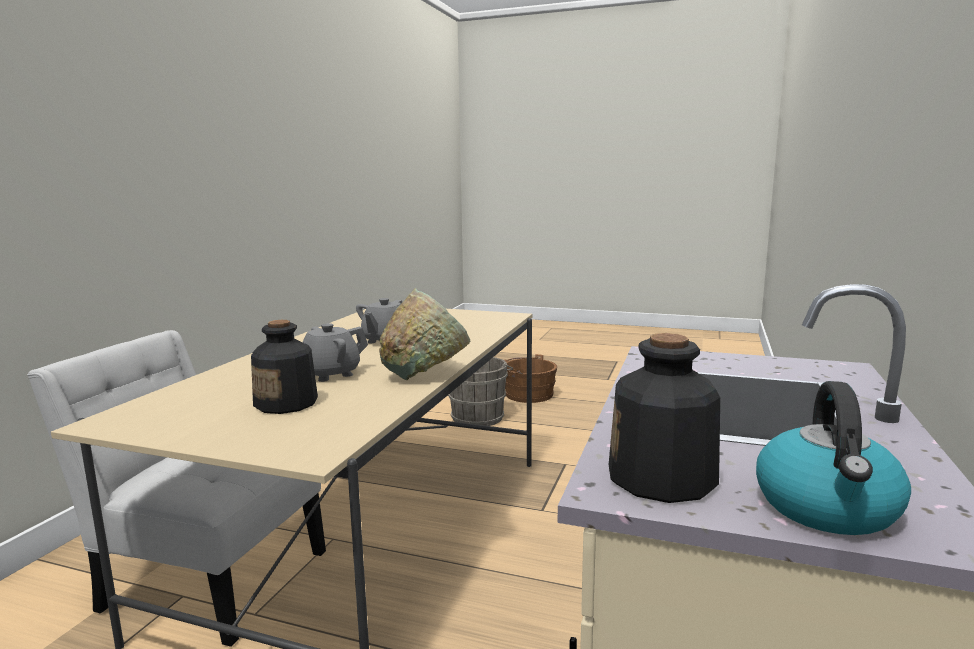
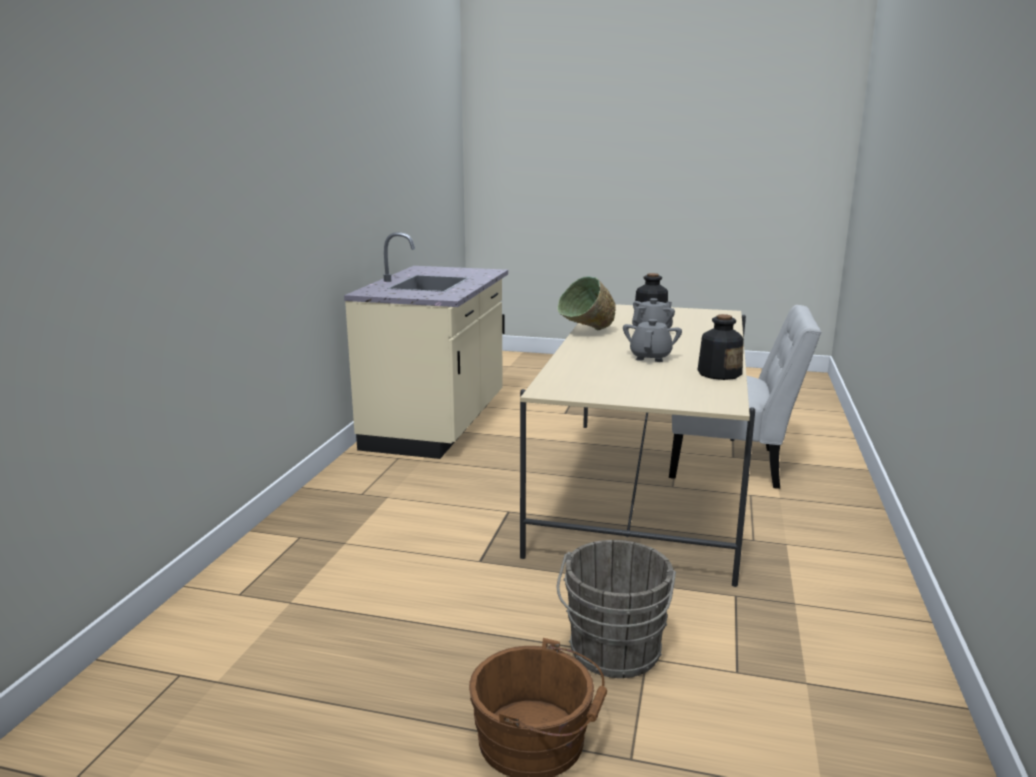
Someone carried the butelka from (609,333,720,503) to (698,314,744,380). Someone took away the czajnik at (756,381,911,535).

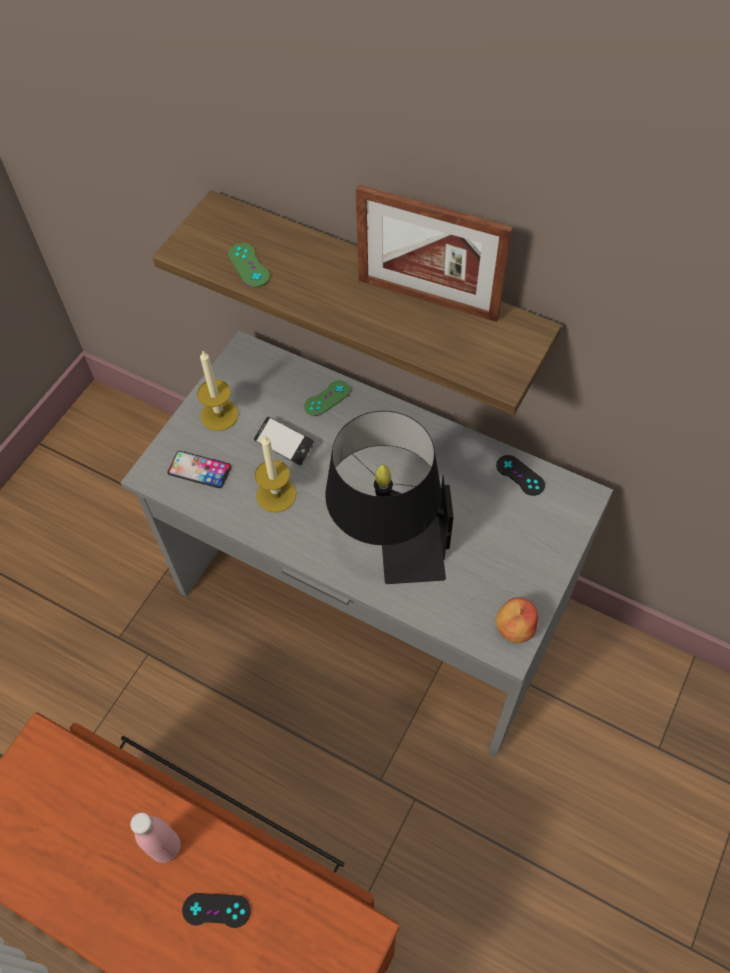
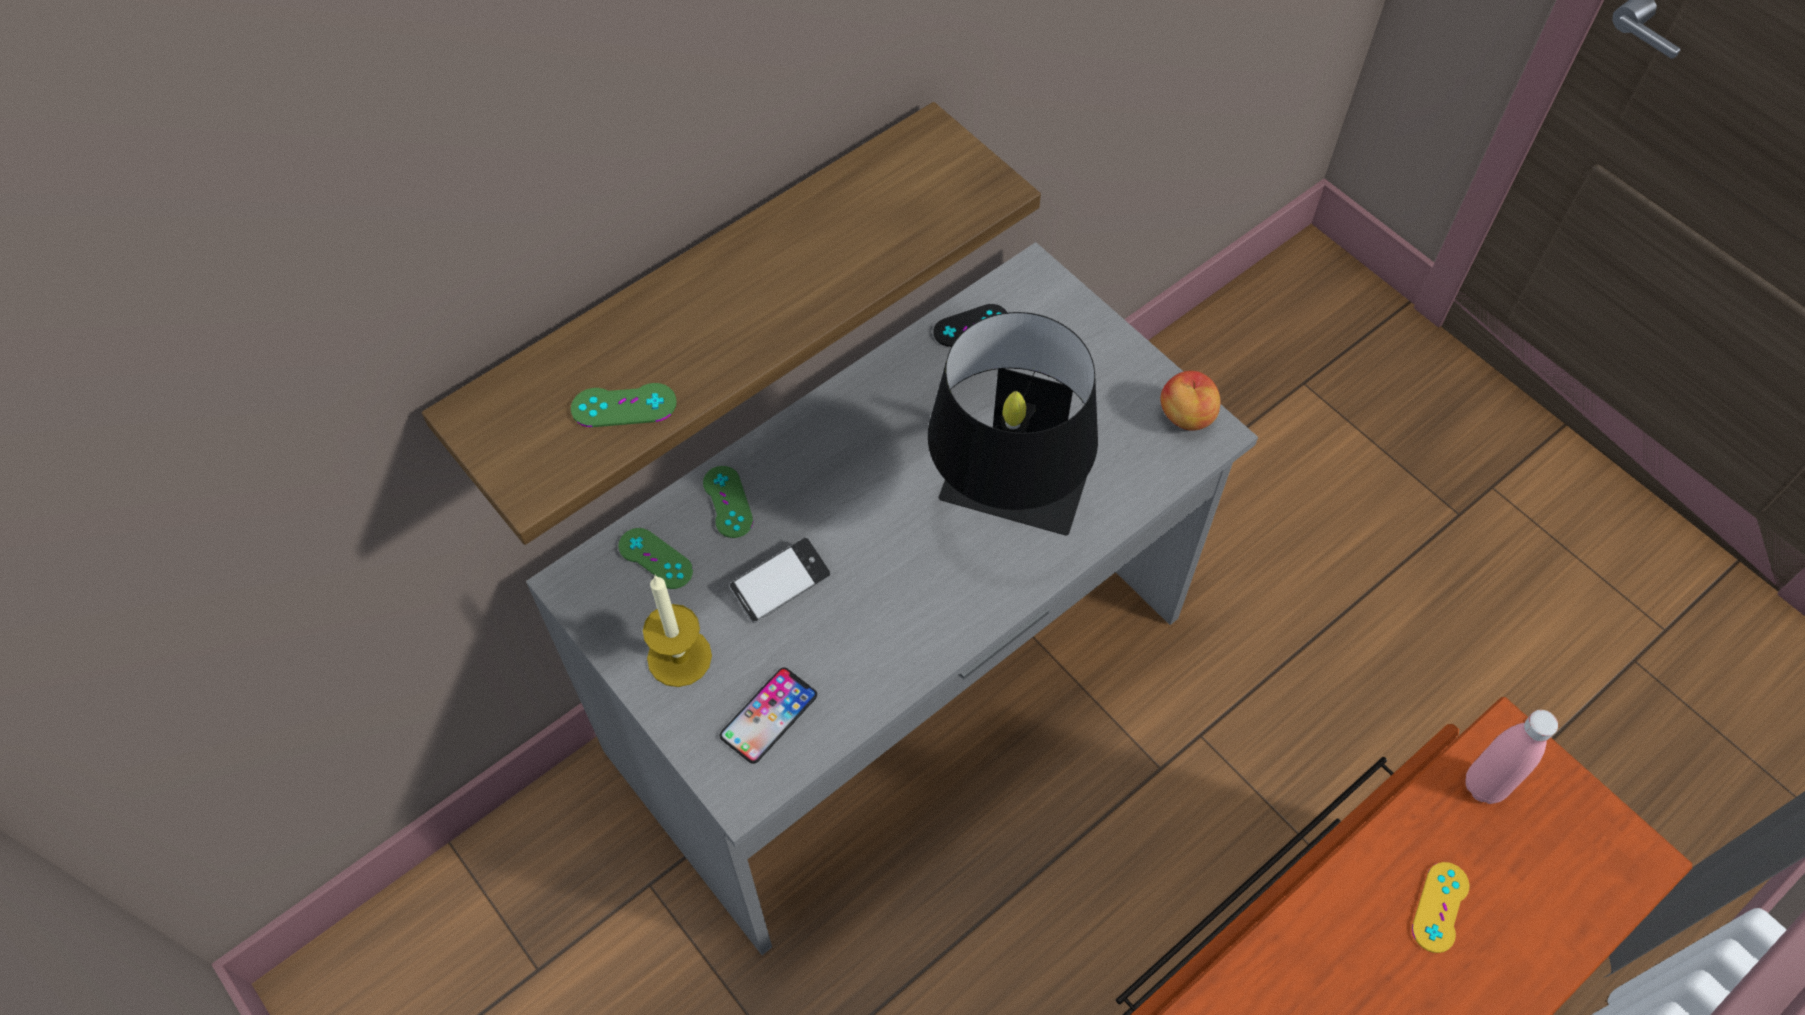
Someone put down the pad do gier [zielony] at (618,528,693,589). Someone repainted the pad do gier [czarny] at (182,893,251,928), which became the pad do gier [żółty] at (1412,862,1470,953). Someone carried the butelka [różowy] from (130,812,181,863) to (1465,710,1558,804). Someone took away the świeca at (255,435,296,513). Someone took away the ramka na zdjęcie at (356,184,513,322).

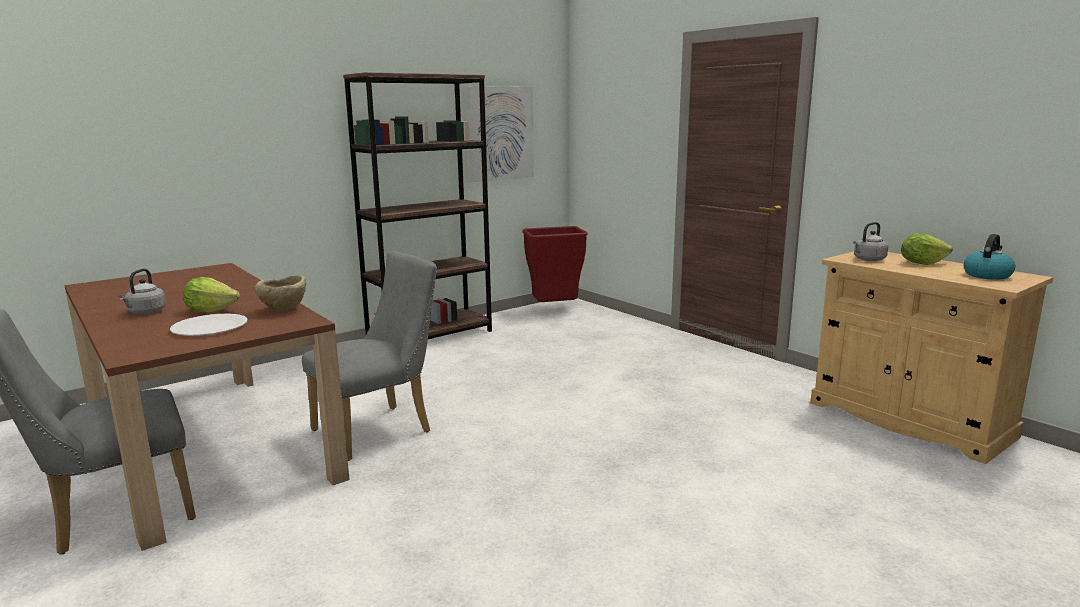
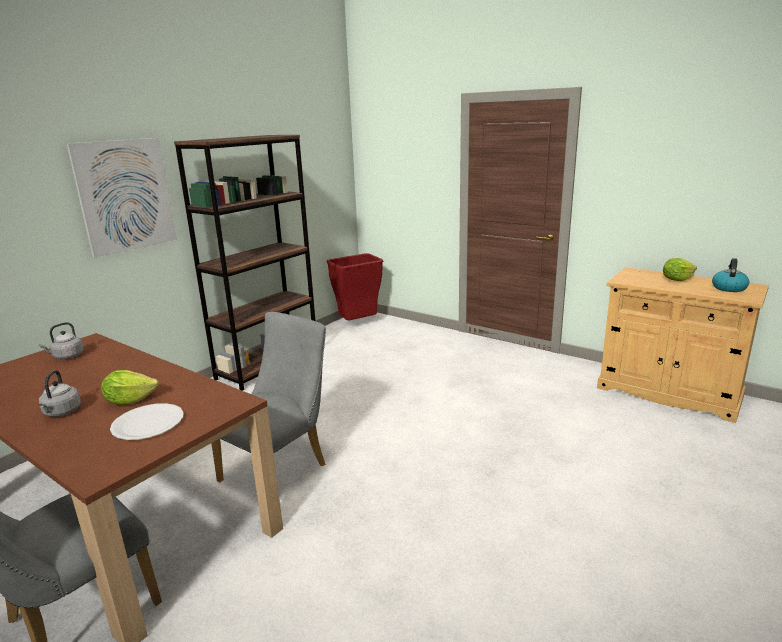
Someone carried the czajnik [szary] from (853,222,888,261) to (39,322,84,359). Someone carried the obraz from (466,86,534,182) to (66,138,177,258). Someone took away the miska [beżowy] at (255,275,306,311).

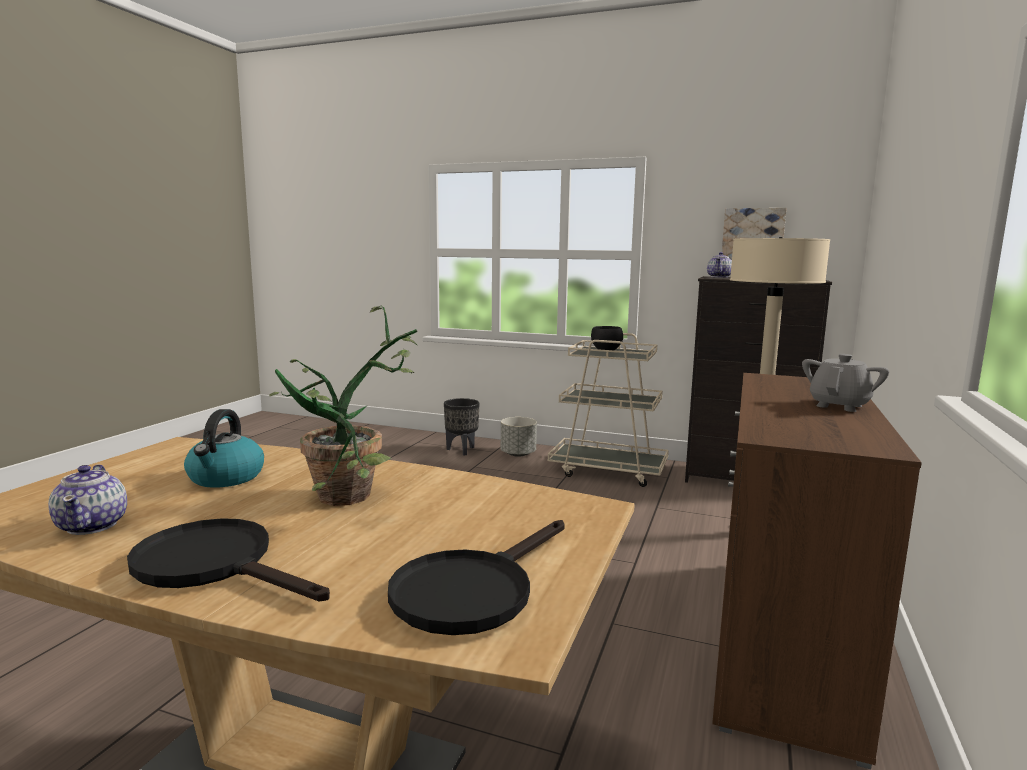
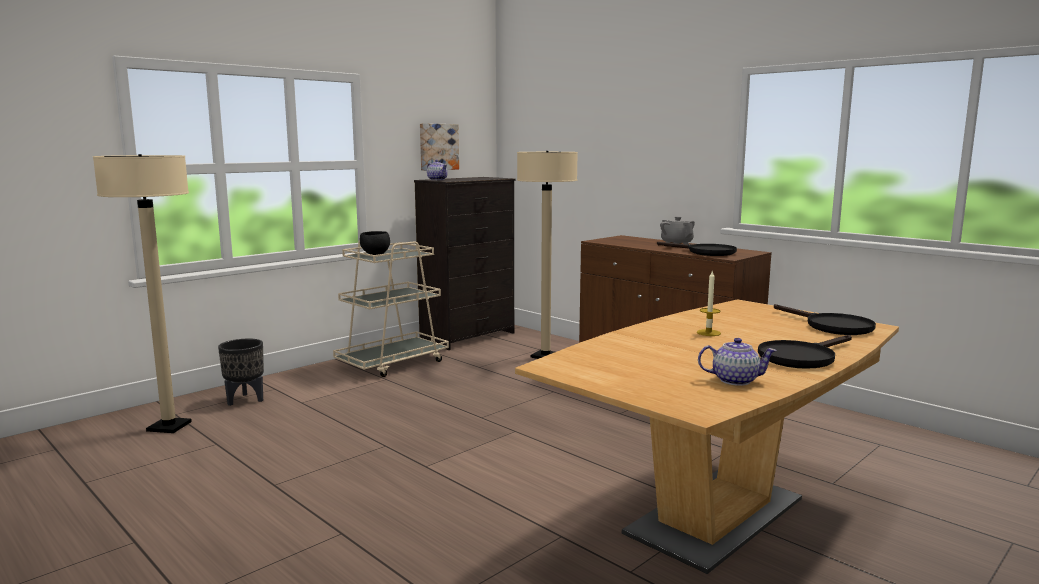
Someone put down the lampa stojąca [beżowy] at (93,154,192,433). Someone put down the patelnia [czarny] at (657,242,737,256). Someone swapped the roślina doniczkowa at (269,306,418,506) for the świeca at (697,271,721,336). Someone took away the czajnik at (184,409,264,488). Someone took away the donica [szary] at (501,417,537,457).

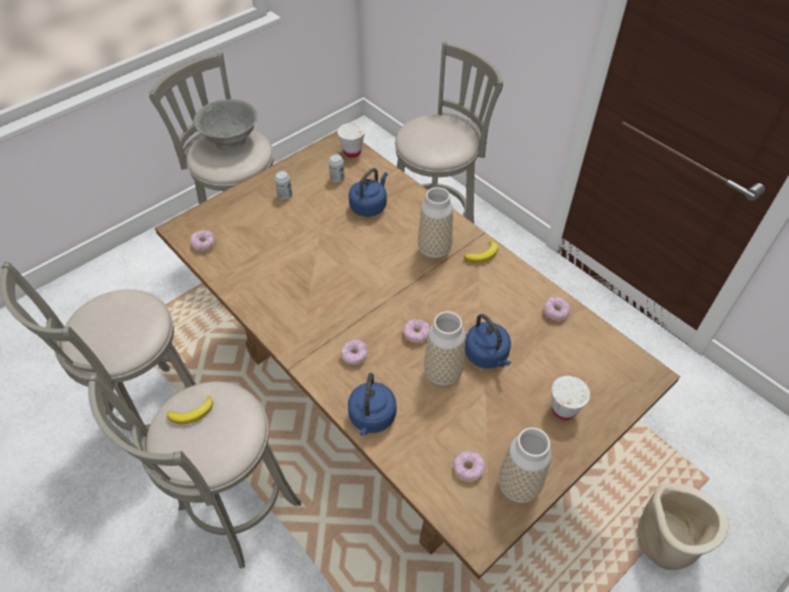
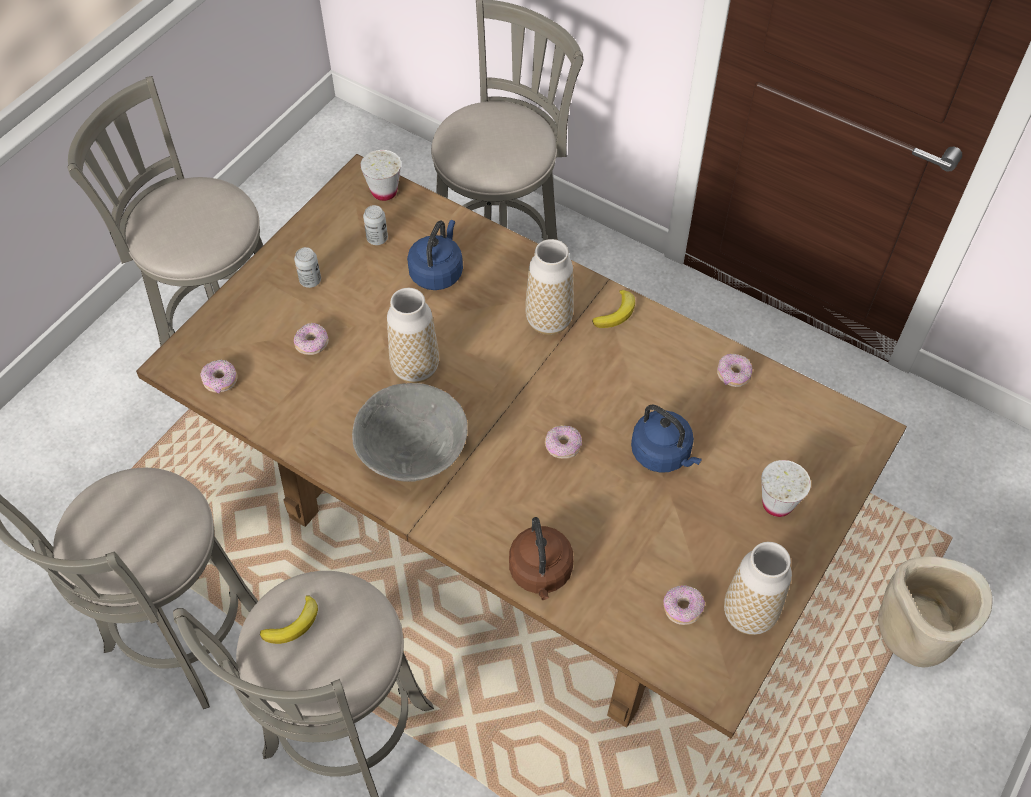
Someone carried the donut from (341,339,368,365) to (294,323,329,355). Someone carried the miska [szary] from (193,99,258,150) to (352,383,468,482). Someone carried the wazon from (424,311,465,386) to (387,288,439,383). Someone repainted the czajnik [niebieski] at (348,373,396,436), which became the czajnik [brązowy] at (509,517,573,600).

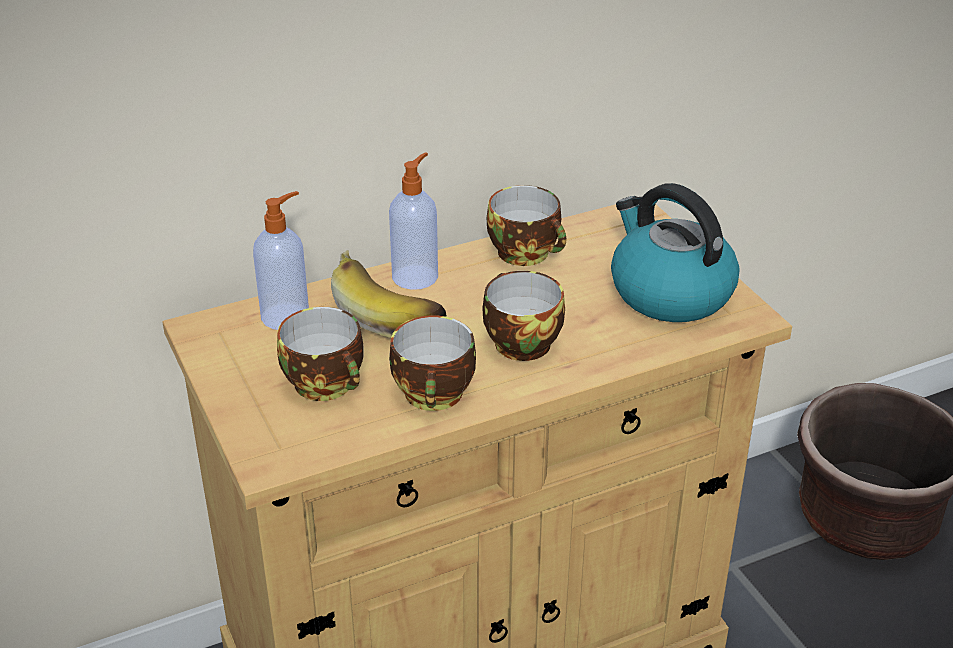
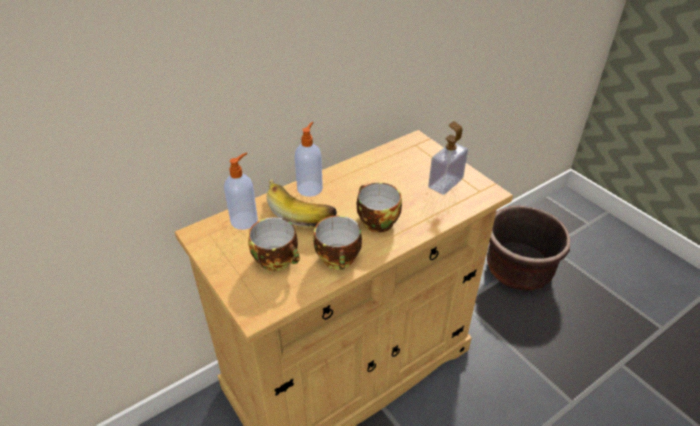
Someone swapped the czajnik at (611,183,739,322) for the dozownik mydła at (428,121,468,195). Someone took away the filiżanka at (487,185,566,266).

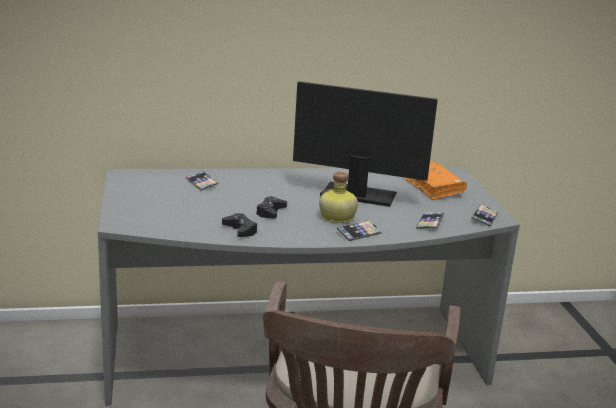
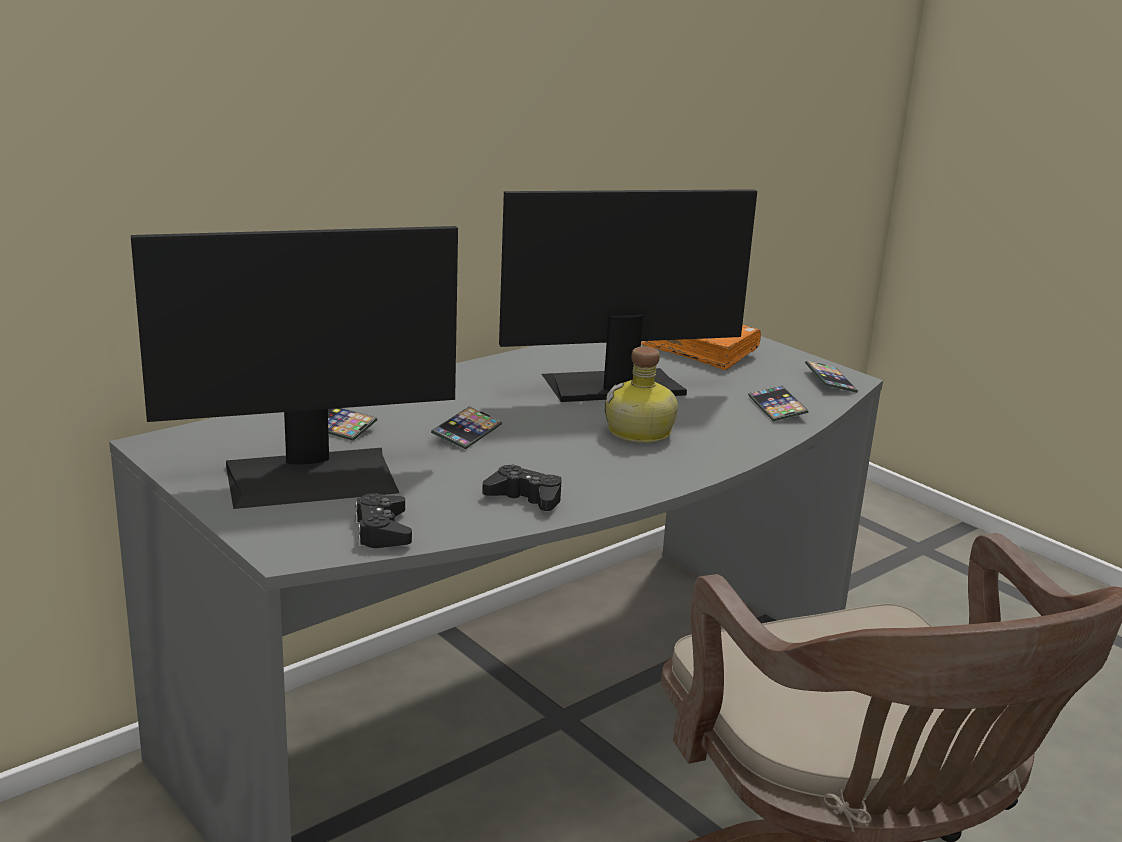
Someone put down the monitor at (131,226,458,509). Someone carried the pad do gier [czarny] from (256,196,287,219) to (354,493,412,548). Someone carried the telefon from (337,220,382,241) to (431,406,502,449).

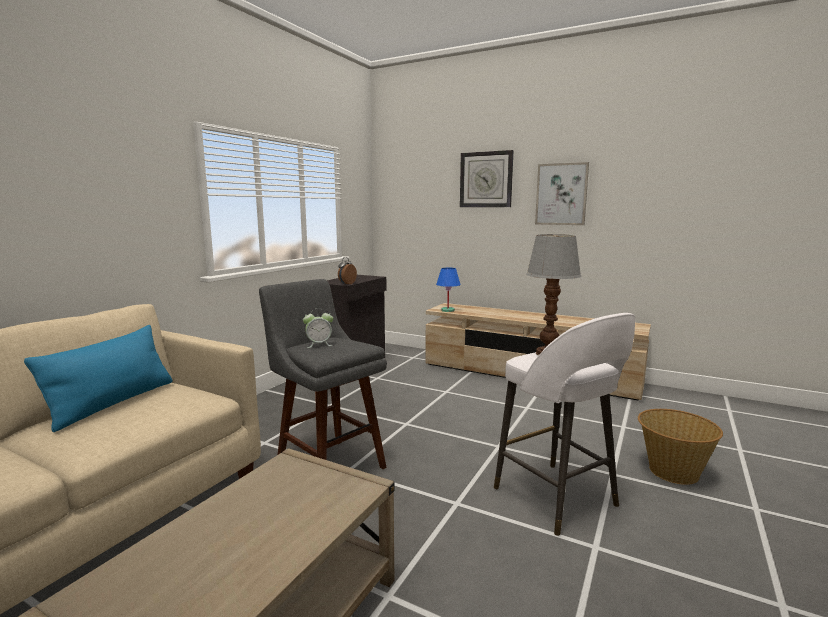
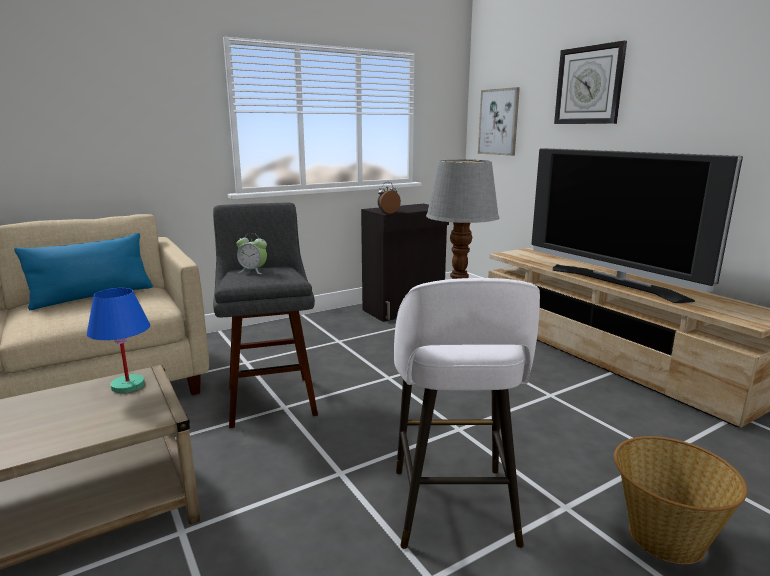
Someone carried the lampa stołowa [niebieski] from (436,268,461,312) to (87,288,150,393). Someone carried the obraz from (535,162,589,225) to (478,87,520,156). Someone put down the telewizor at (531,148,743,303).

